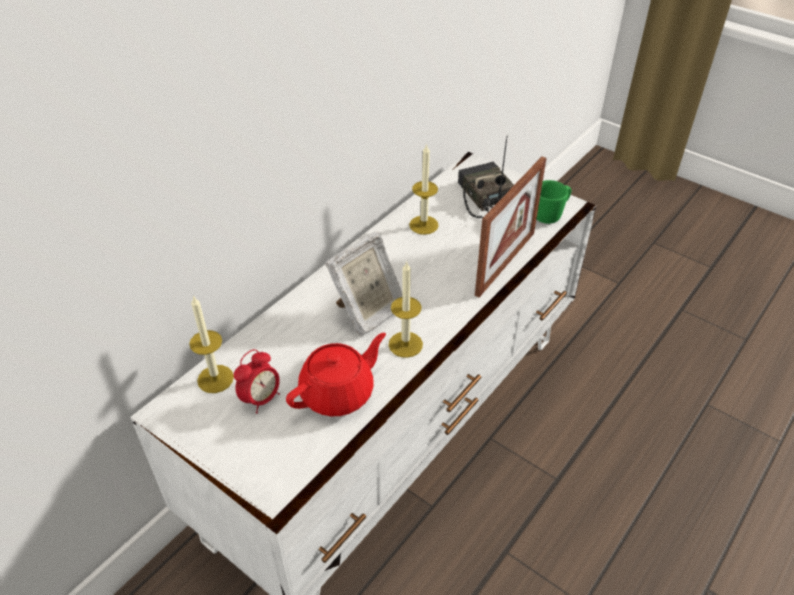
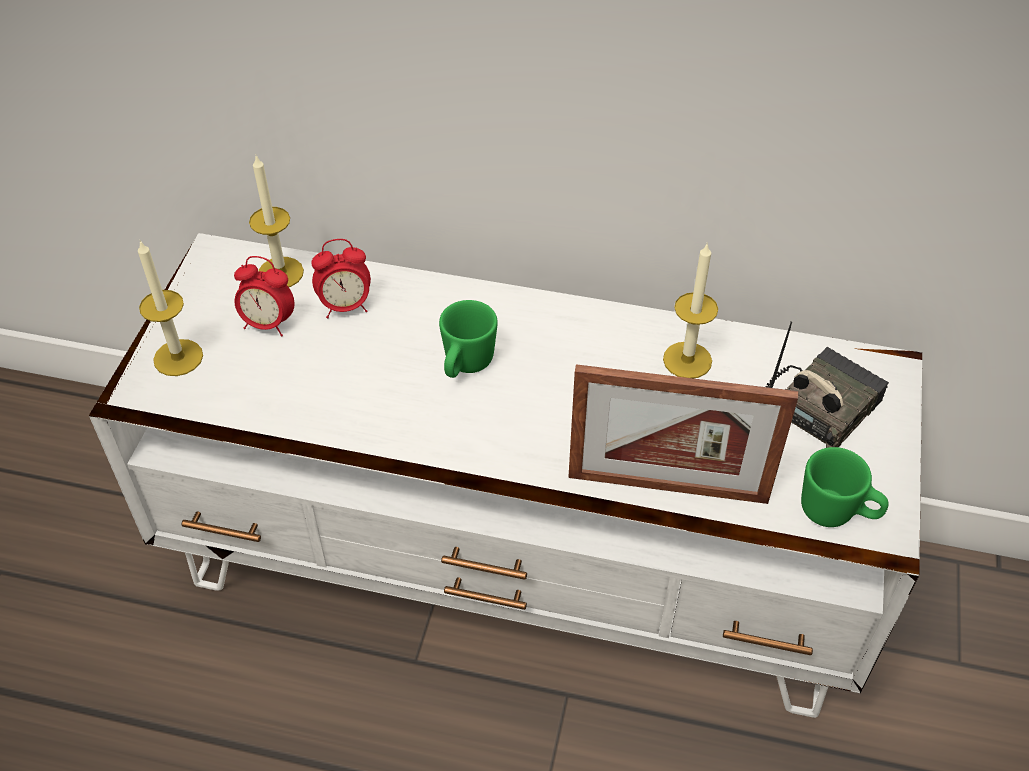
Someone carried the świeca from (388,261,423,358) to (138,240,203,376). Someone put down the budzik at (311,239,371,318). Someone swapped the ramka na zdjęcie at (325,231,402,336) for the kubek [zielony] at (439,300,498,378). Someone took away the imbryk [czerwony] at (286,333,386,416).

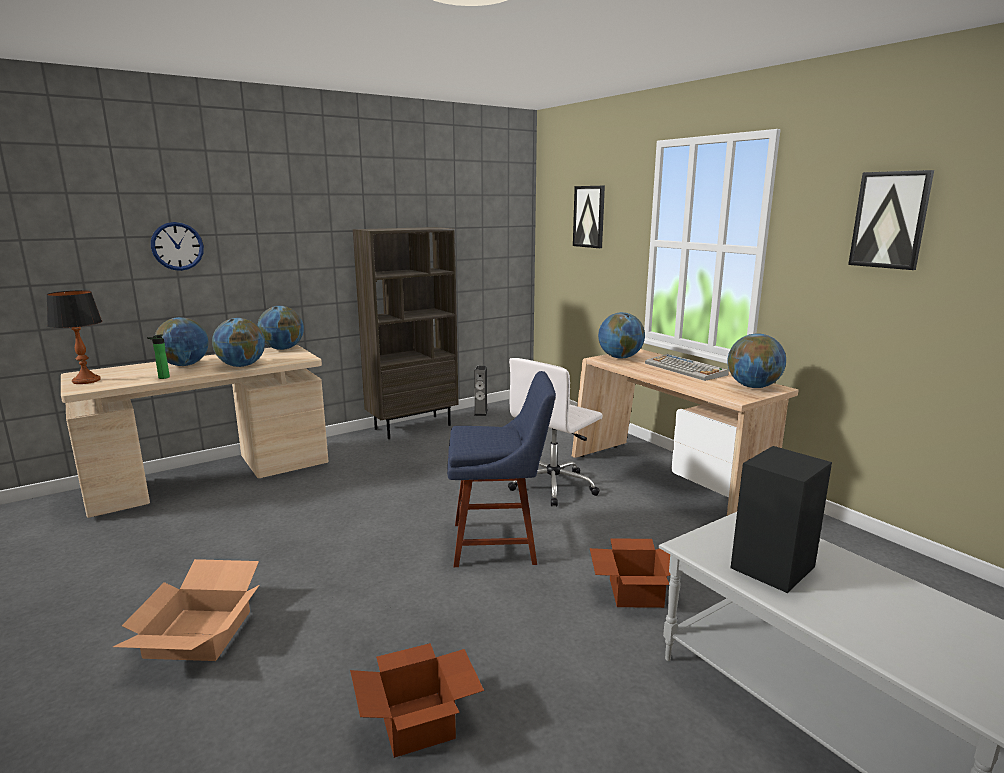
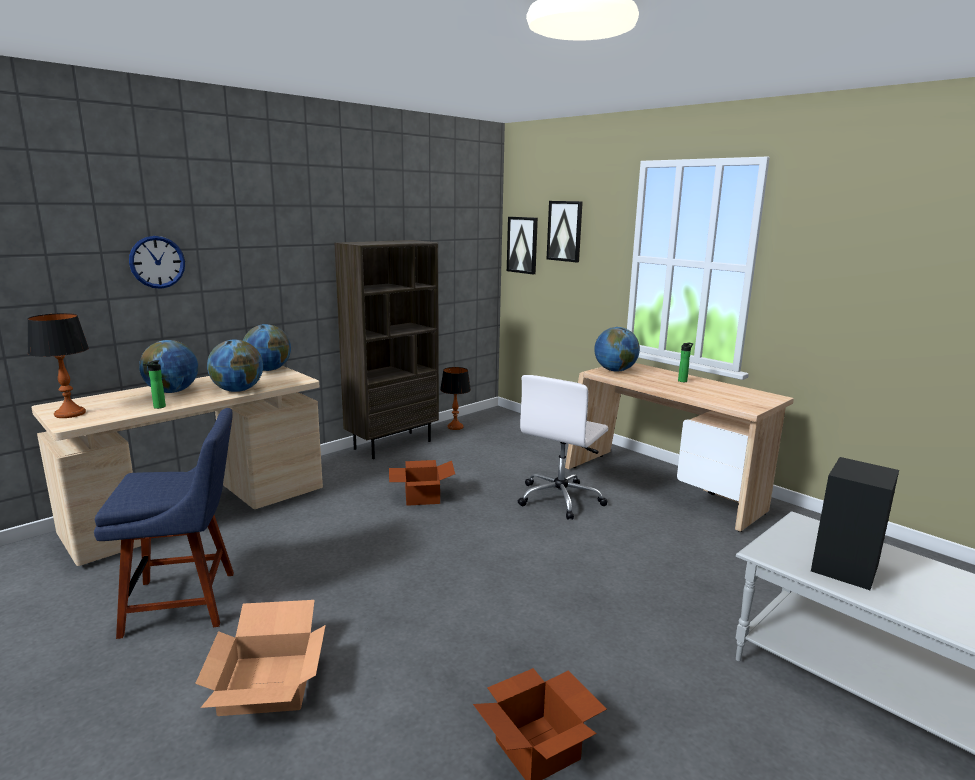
Someone carried the krzesło [niebieski] from (447,371,556,567) to (94,408,234,639). Someone carried the karton from (590,538,671,608) to (389,460,455,506). Someone swapped the głośnik at (474,366,488,416) for the lampa stołowa at (440,367,471,430). Someone carried the obraz from (848,170,934,270) to (507,217,538,275). Someone swapped the klawiatura at (645,354,729,381) for the butelka at (678,343,693,382). Someone took away the globus at (728,333,786,388).

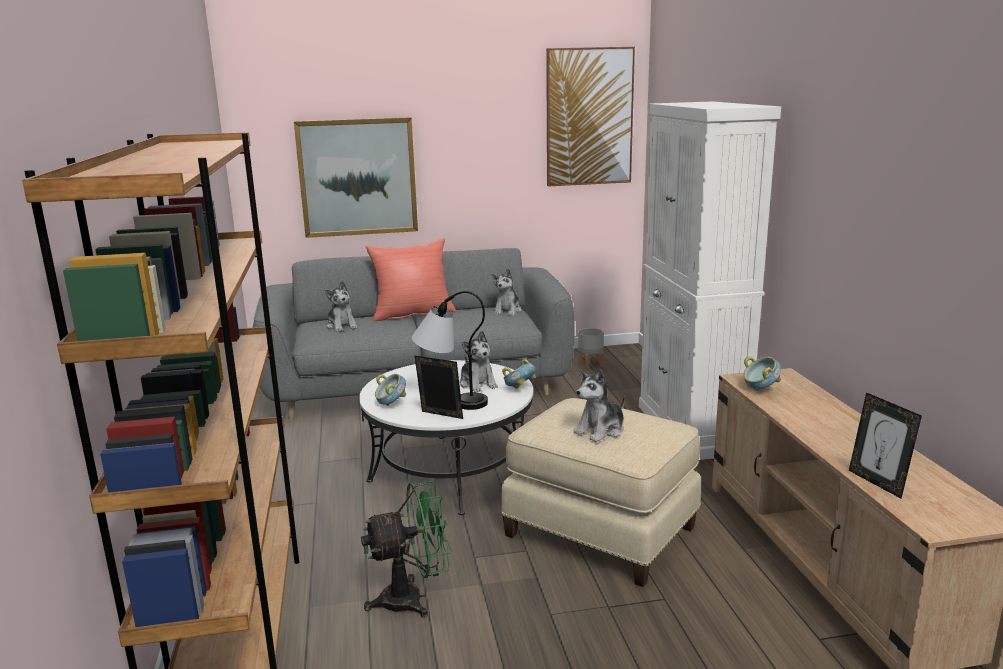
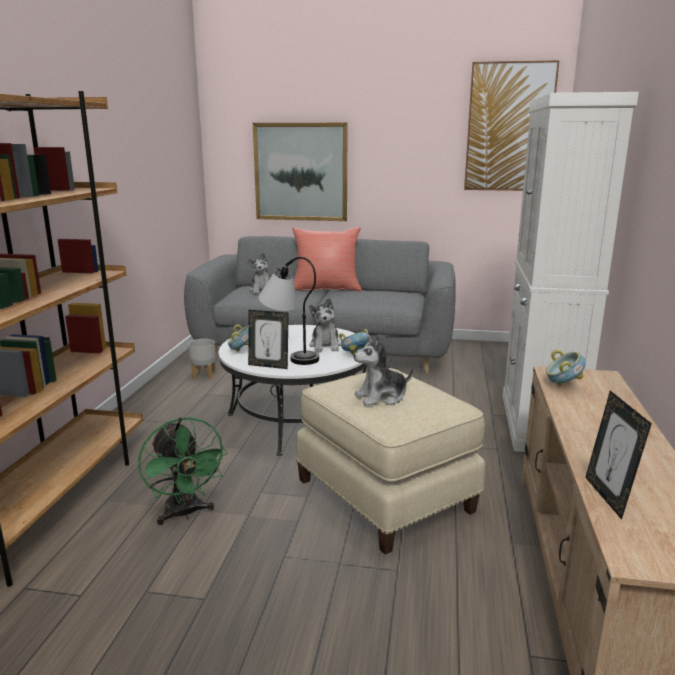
Someone rotated the wentylator [zielony] at (361,481,451,618) by 60 degrees clockwise. Someone carried the donica [szary] from (578,328,604,369) to (188,339,216,379). Someone rotated the ramka na zdjęcie at (415,356,463,419) by 150 degrees clockwise. Someone took away the pluszak at (491,269,522,316).

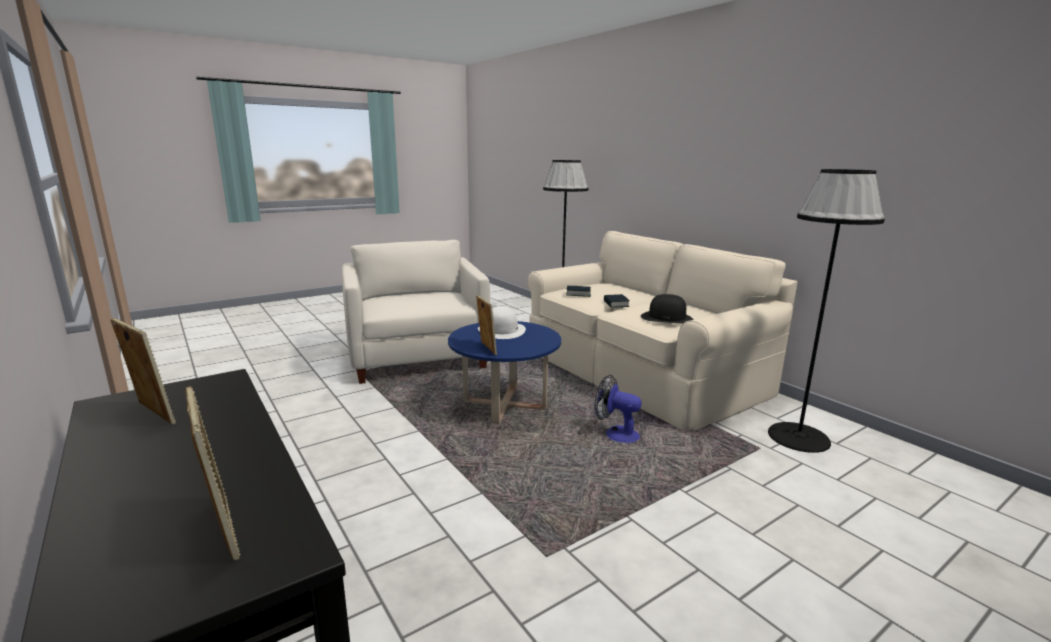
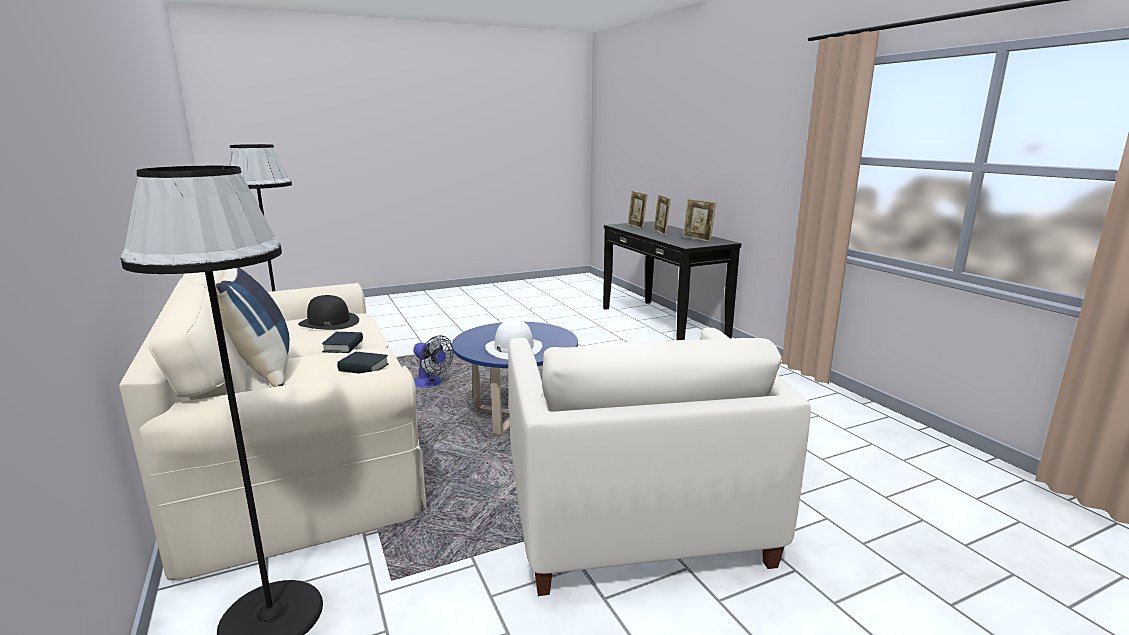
Someone put down the poduszka [niebieski] at (215,267,290,387). Someone carried the ramka na zdjęcie from (476,295,497,355) to (653,194,671,236).

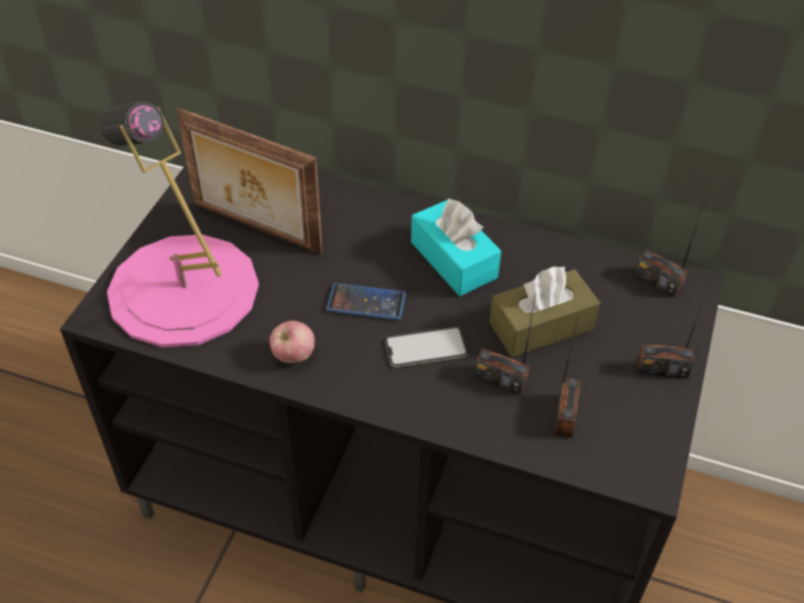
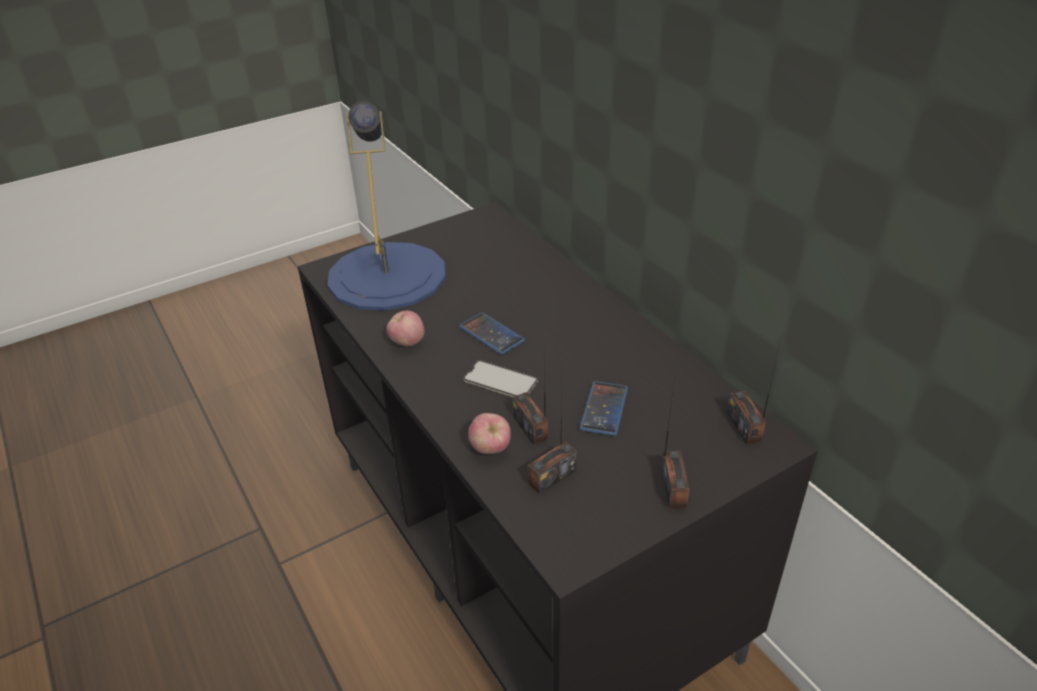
Someone repainted the lampa stołowa [różowy] at (100,101,259,348), which became the lampa stołowa [niebieski] at (327,101,446,311). Someone put down the jabłko at (468,413,511,454). Someone swapped the pudełko chusteczek [brązowy] at (489,266,600,357) for the telefon at (580,381,628,436). Someone rotated the radio at (637,275,713,379) by 135 degrees counterclockwise. Someone took away the ramka na zdjęcie at (176,108,323,254). Someone took away the pudełko chusteczek [turkusowy] at (411,198,501,296).

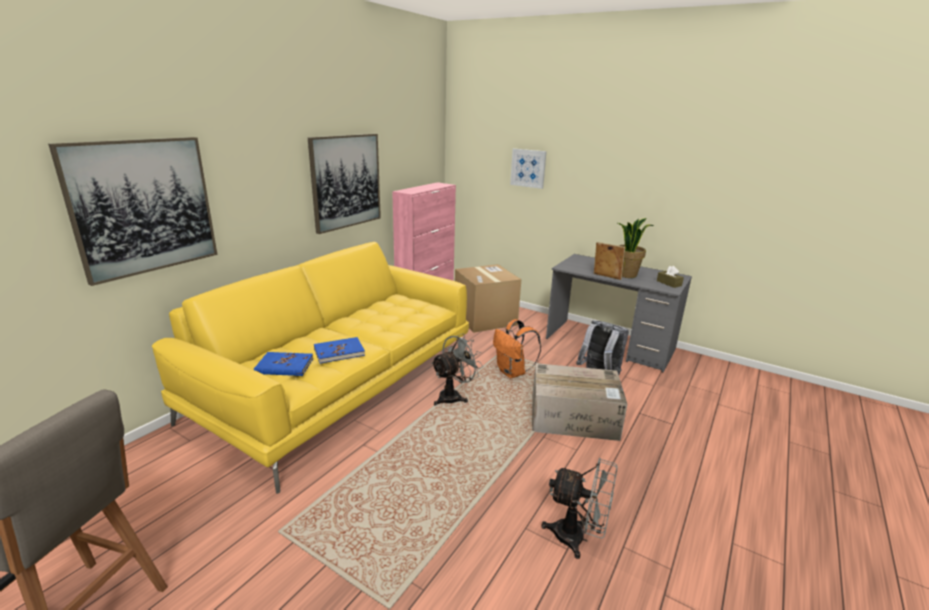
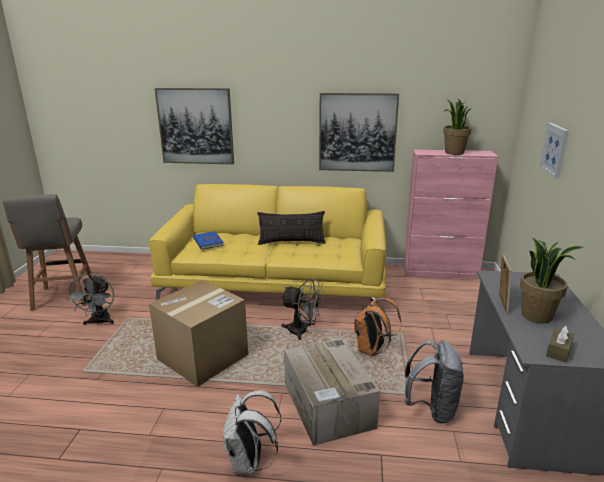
Someone carried the wentylator [szary] from (541,458,618,559) to (67,273,114,326). Someone carried the karton from (455,264,521,333) to (149,280,248,387). Someone put down the plecak [biały] at (223,390,281,474). Someone put down the poduszka at (258,211,326,245). Someone put down the roślina doniczkowa at (443,98,472,155). Someone took away the książka [niebieski] at (314,337,365,364).

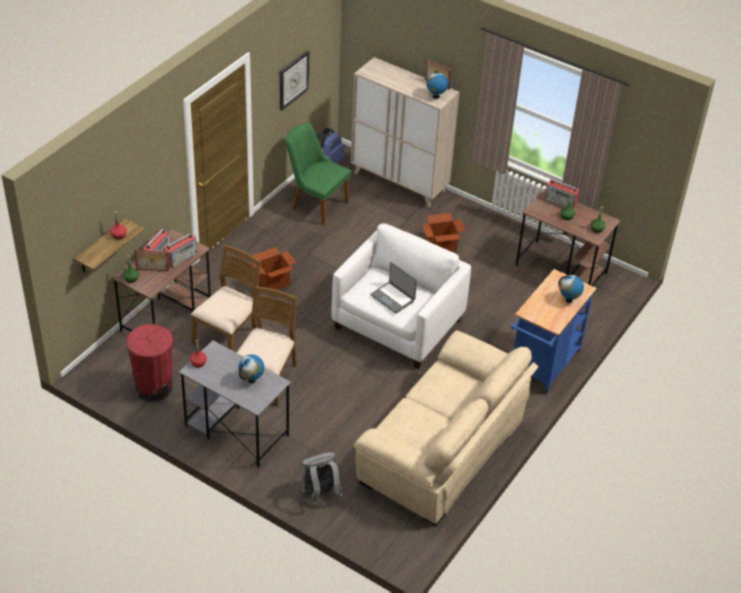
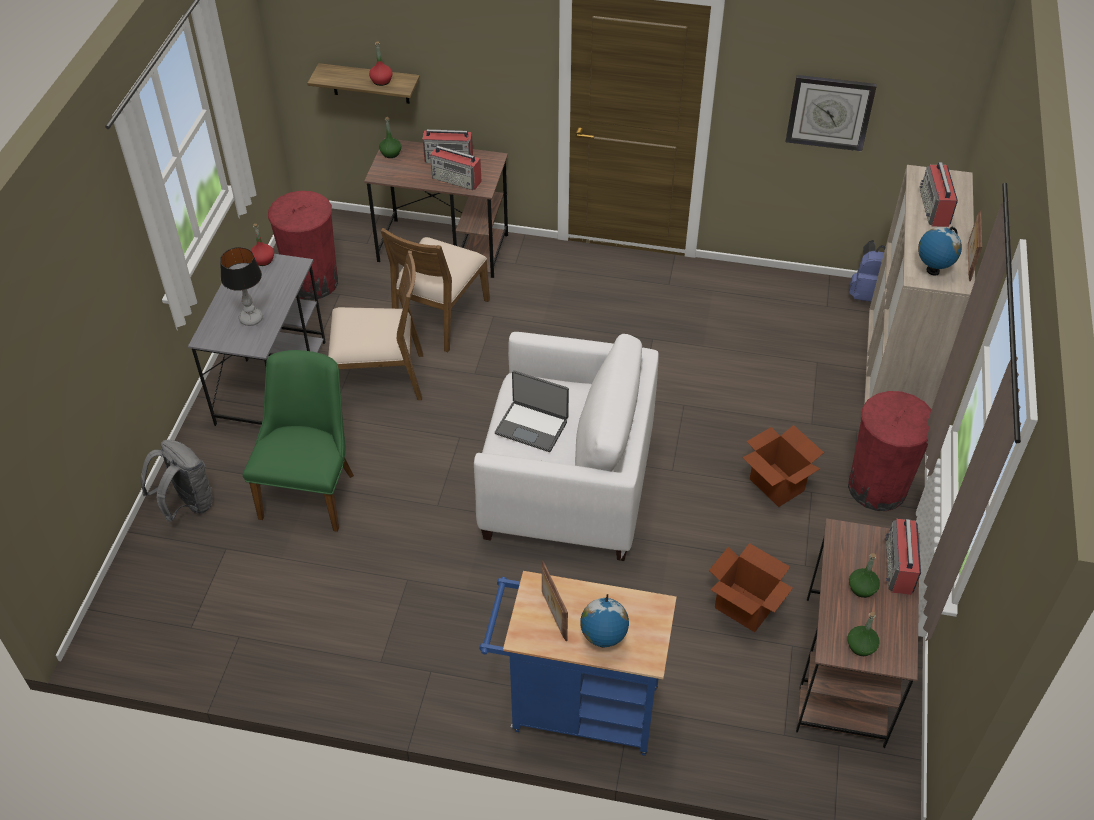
Someone swapped the globus at (238,354,264,383) for the lampa stołowa at (220,247,263,326). Someone carried the krzesło [zielony] from (285,123,351,226) to (243,350,354,532). Someone rotated the krzesło [brązowy] at (191,245,263,351) by 105 degrees clockwise. Someone rotated the laptop at (370,262,417,314) by 90 degrees counterclockwise. Someone carried the ramka na zdjęcie from (134,250,169,271) to (542,561,568,641). Someone carried the karton from (251,247,297,290) to (709,543,793,632). Someone put down the kosz na śmieci [czerwony] at (848,391,932,511). Someone put down the radio at (920,162,958,227). Someone took away the kanapa [beżowy] at (354,330,538,526).

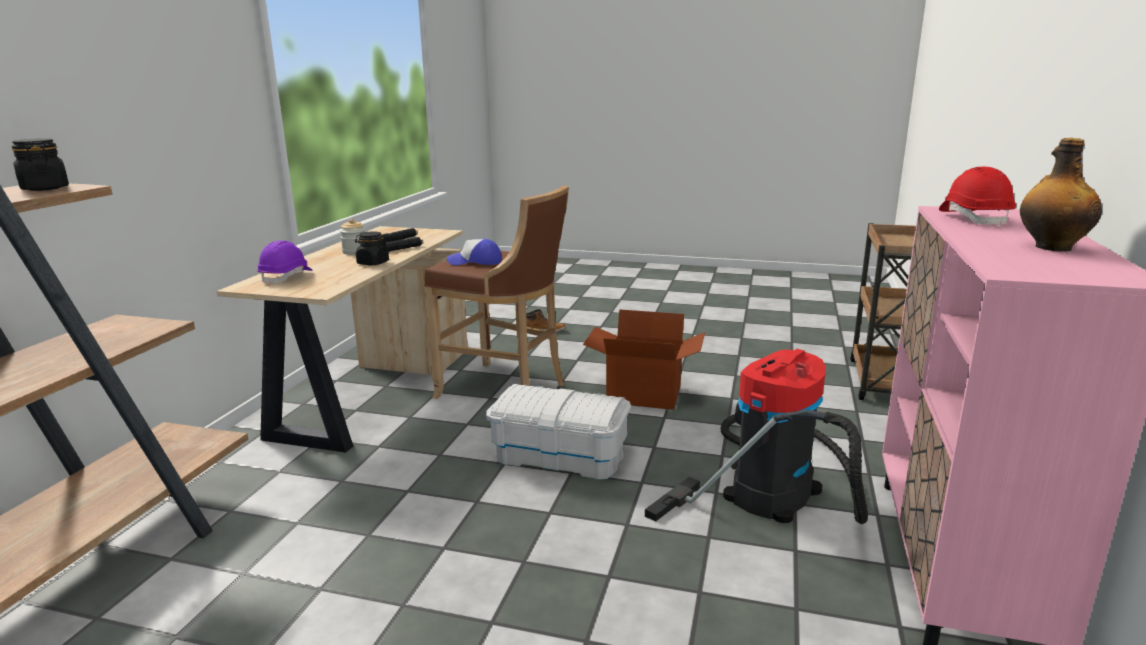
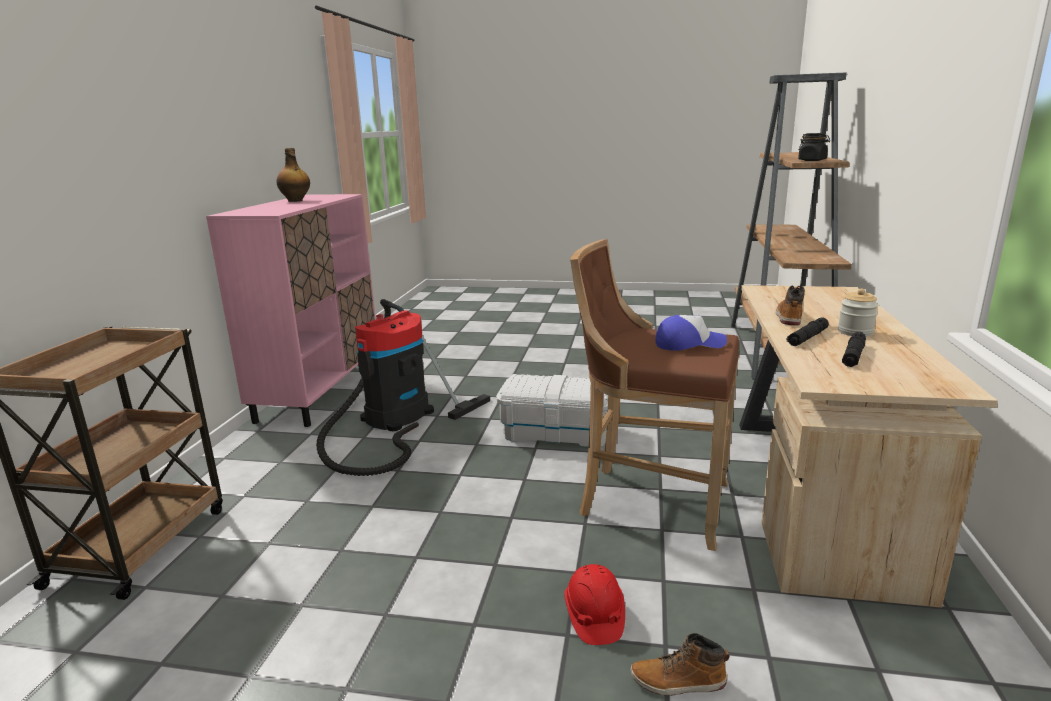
Someone carried the kask [czerwony] from (939,167,1016,228) to (564,564,625,645). Someone swapped the słoik [czarny] at (355,231,389,265) for the but z cholewką at (776,285,805,326). Someone took away the kask [fioletowy] at (257,241,313,286). Someone took away the karton at (583,309,705,410).

